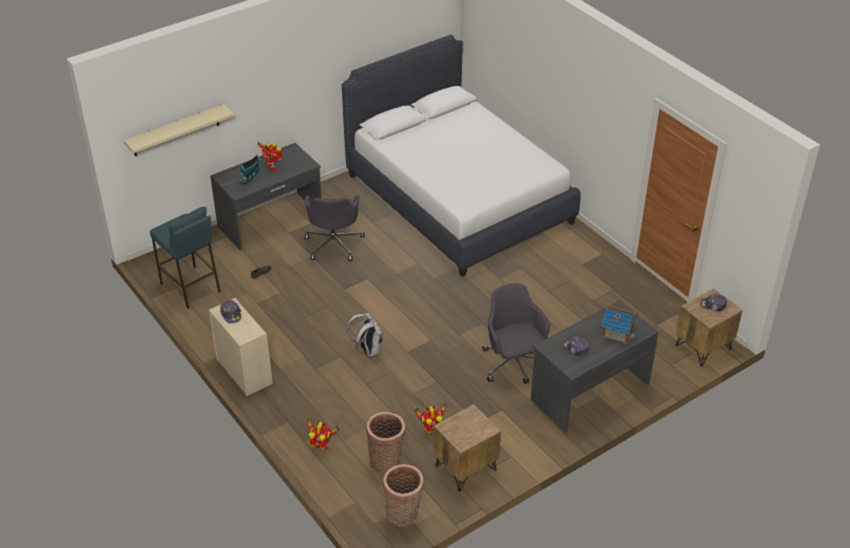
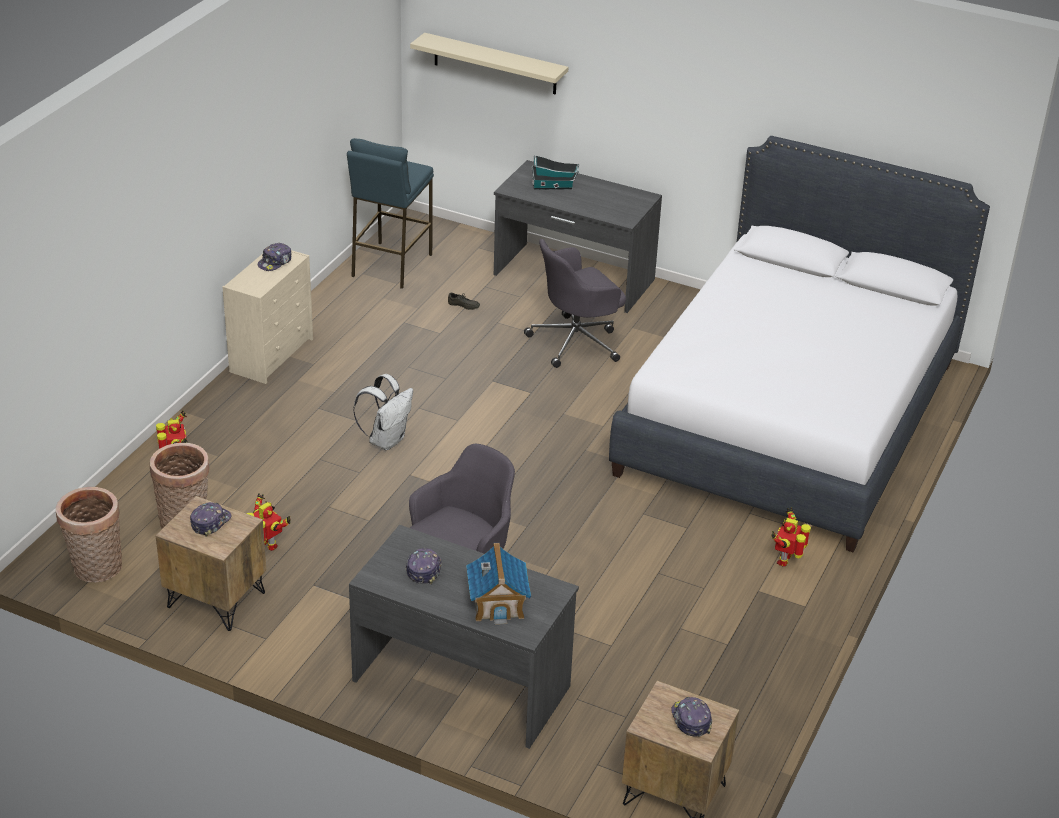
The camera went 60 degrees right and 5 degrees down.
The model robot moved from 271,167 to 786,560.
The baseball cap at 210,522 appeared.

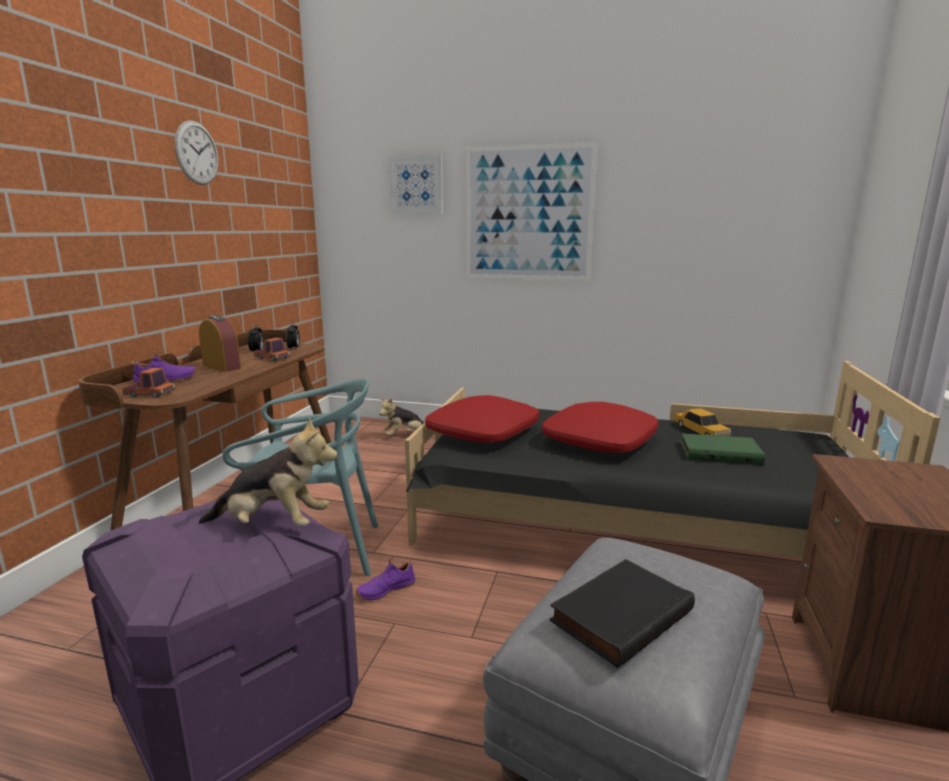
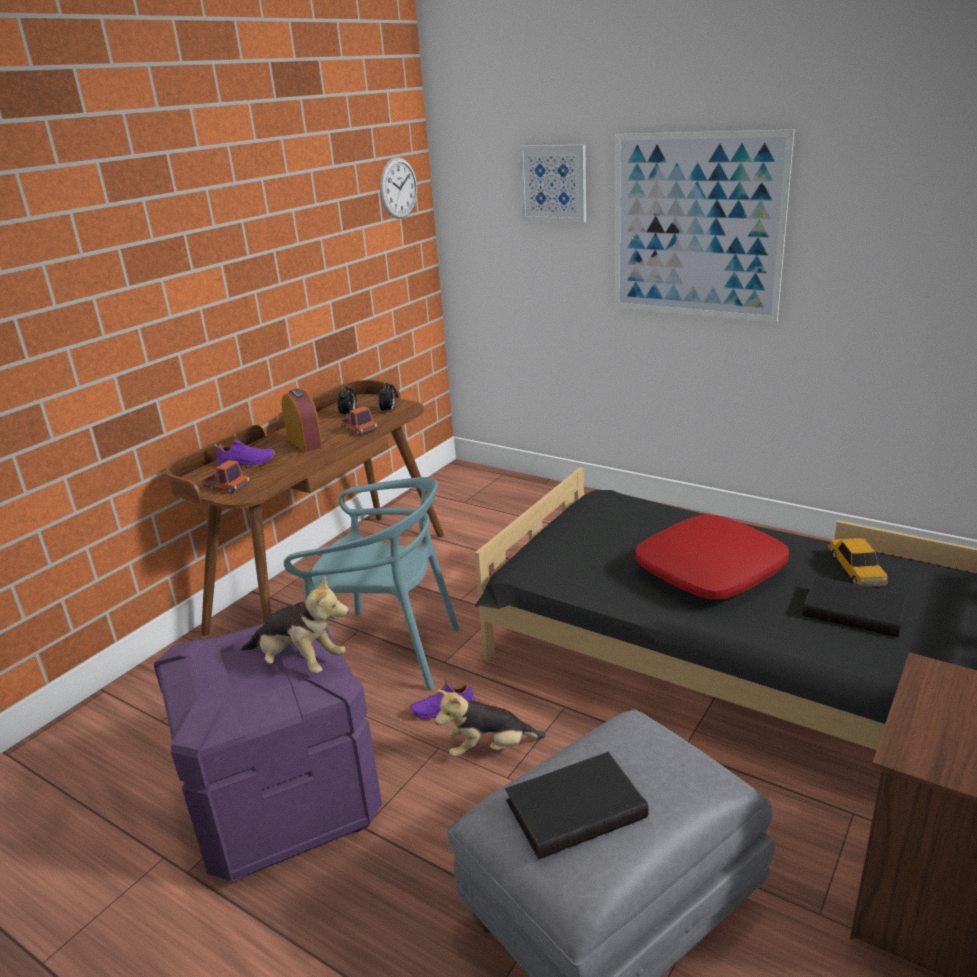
The camera went 20 degrees right and 10 degrees up.
The clock on the wall moved from 197,153 to 398,188.
The cuddly toy moved from 404,435 to 489,749.
The throw pillow (red) at 483,432 disappeared.
The book (green) at 720,453 became the book (black-coloured) at 854,610.

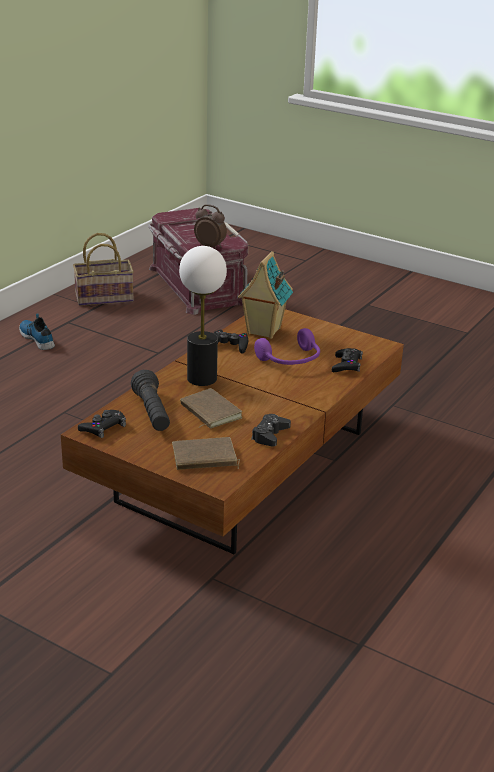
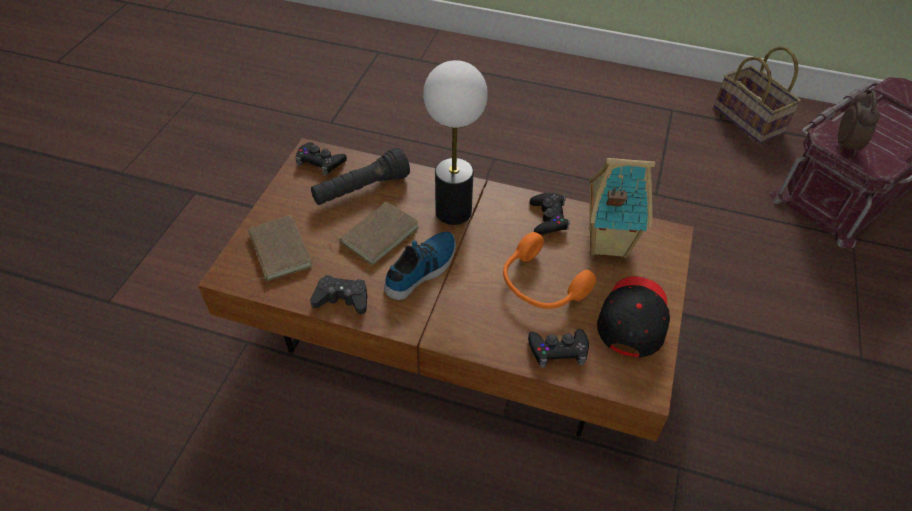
The camera went 75 degrees right and 20 degrees up.
The low shoe moved from 38,338 to 422,269.
The headset (purplish) at 291,360 became the headset (orange) at 540,285.
The baseball cap (black-coloured) at 633,318 appeared.

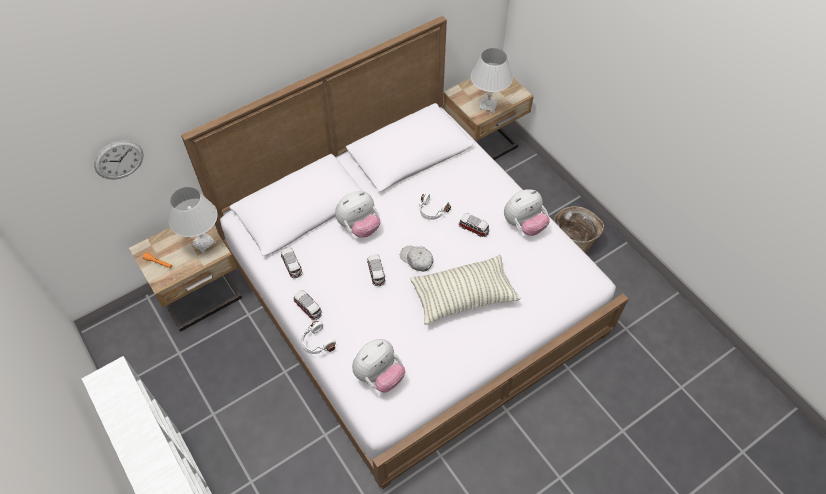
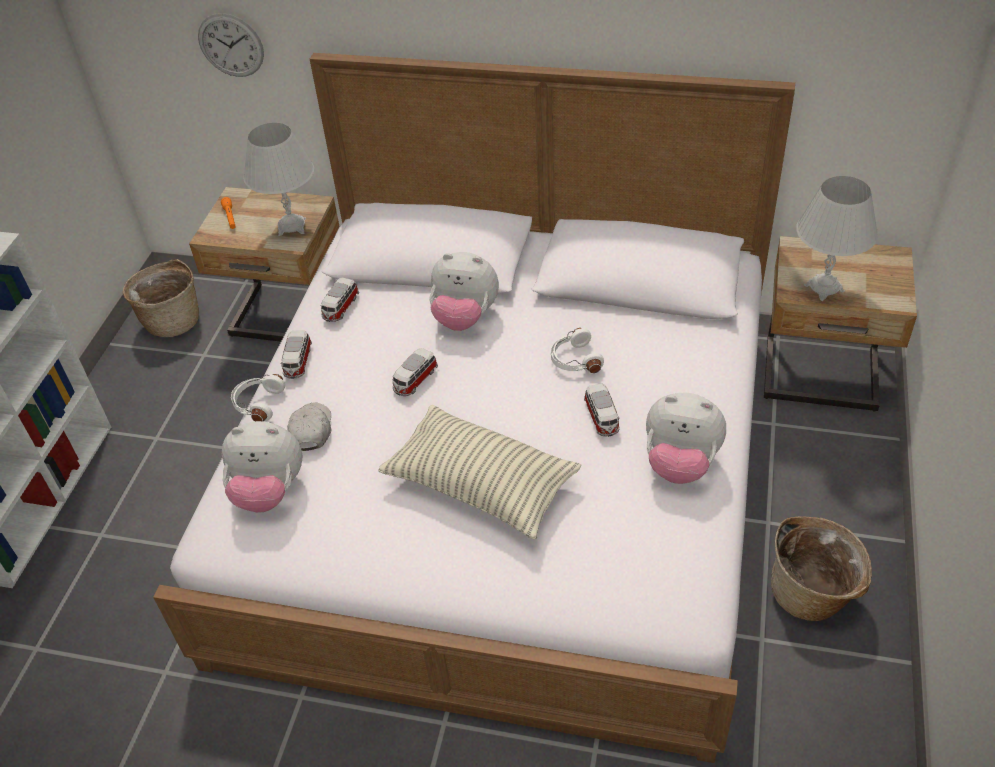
The camera went 50 degrees right and 10 degrees down.
The baseball cap (white-coloured) moved from 416,260 to 311,430.
The storage basket at 172,320 appeared.

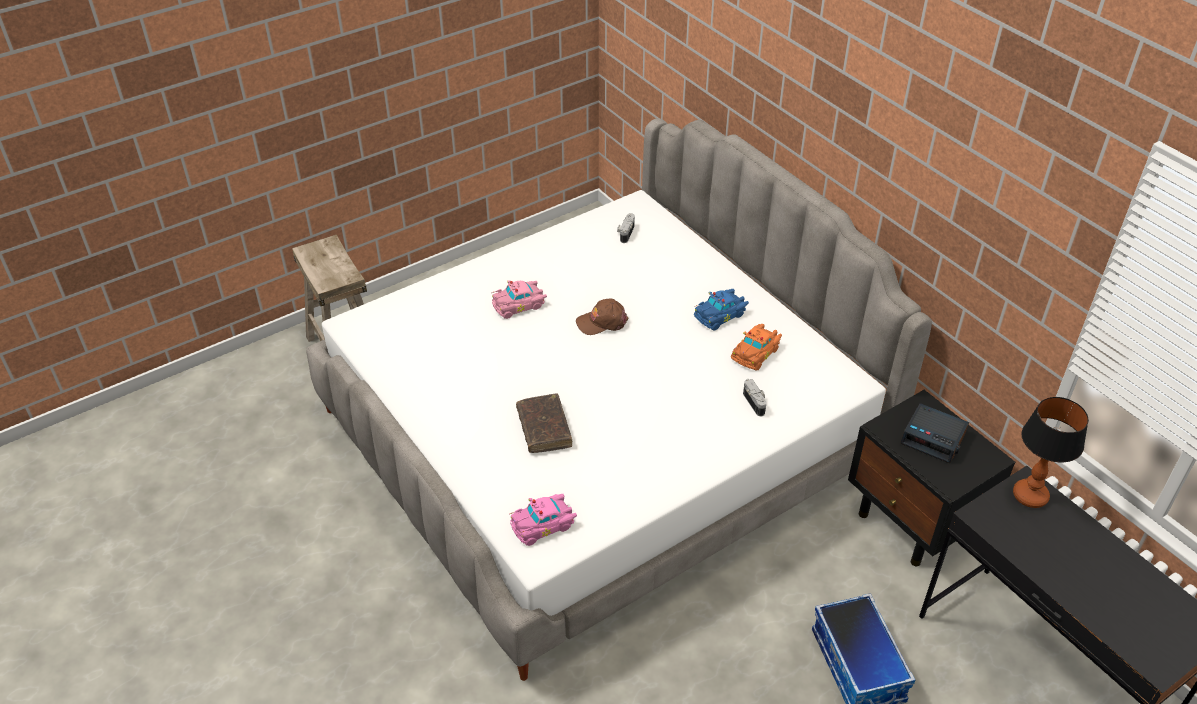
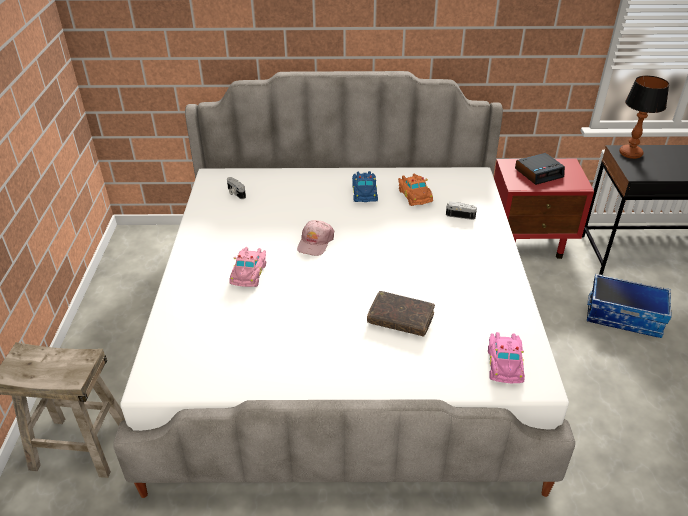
The camera went 55 degrees left and 5 degrees down.
The baseball cap (brownish) at 602,322 became the baseball cap (pink-coloured) at 315,242.
The nightstand (black-coloured) at 914,523 became the nightstand (red) at 530,242.

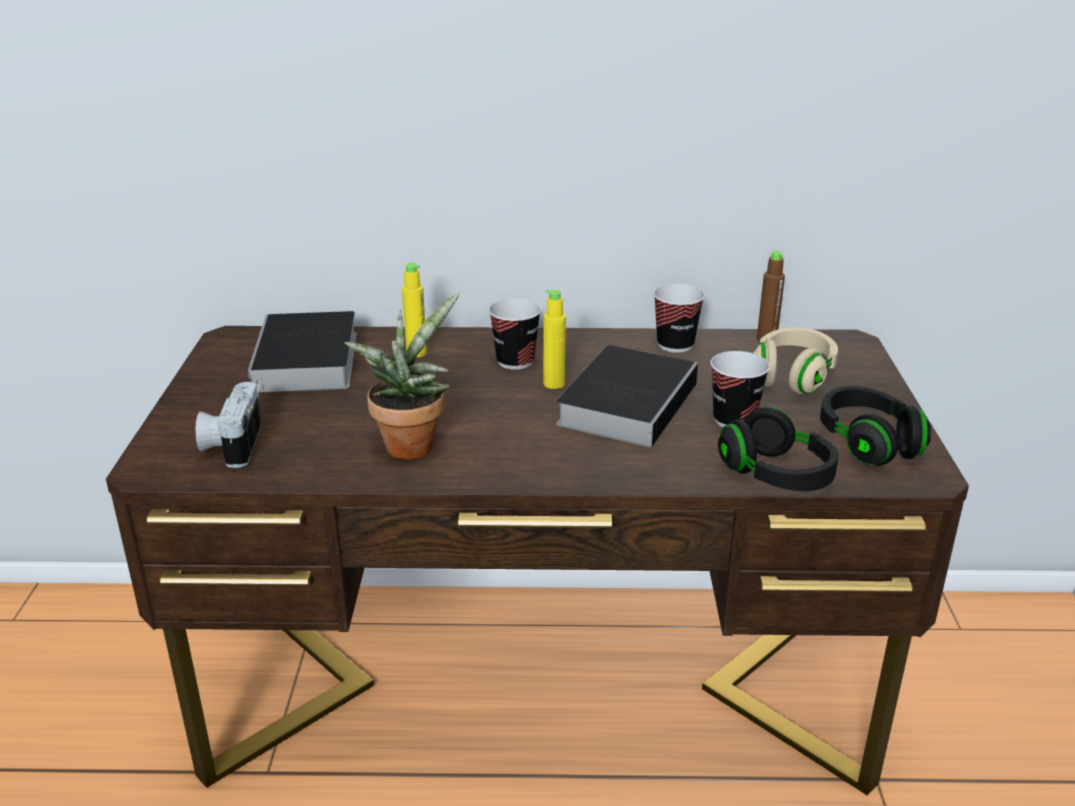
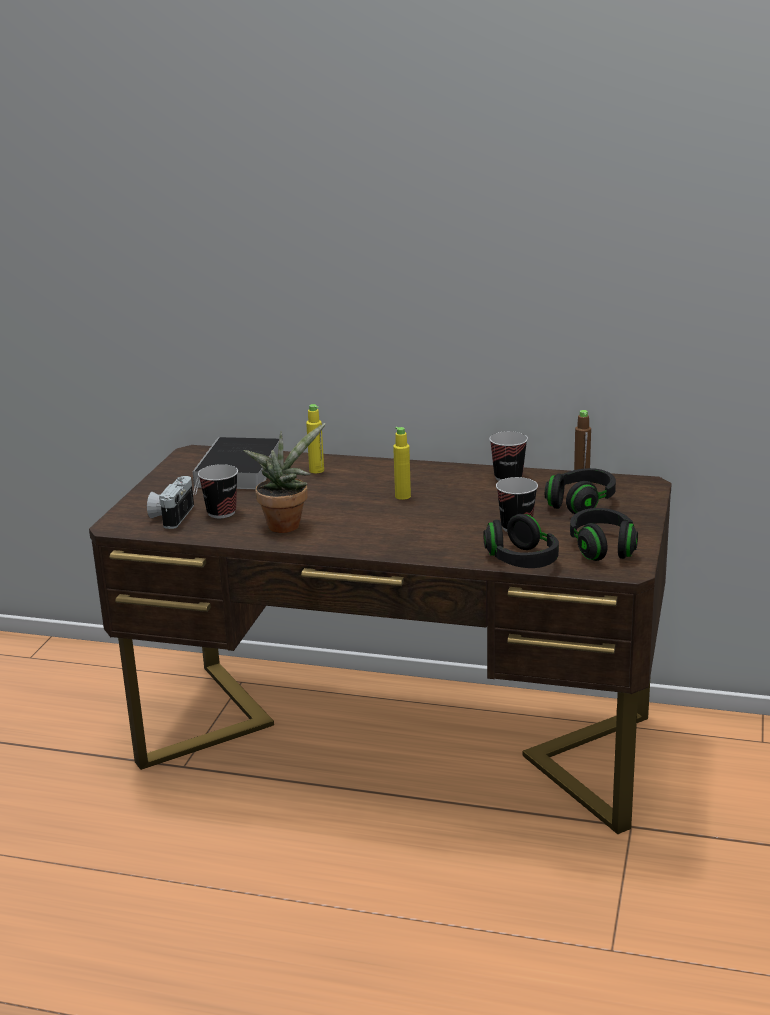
The camera went 15 degrees right and 5 degrees down.
The small cup moved from 515,361 to 221,512.
The book at 628,401 disappeared.
The headset (beige-coloured) at 792,376 became the headset (black-coloured) at 581,504.

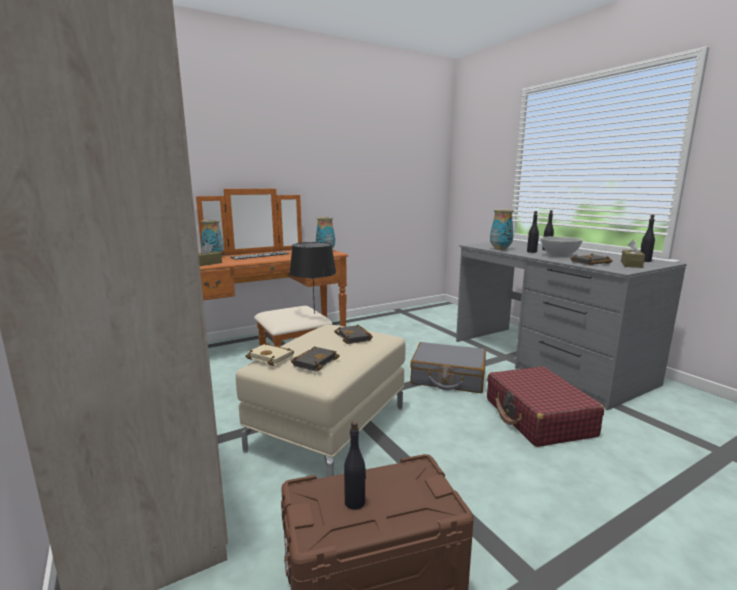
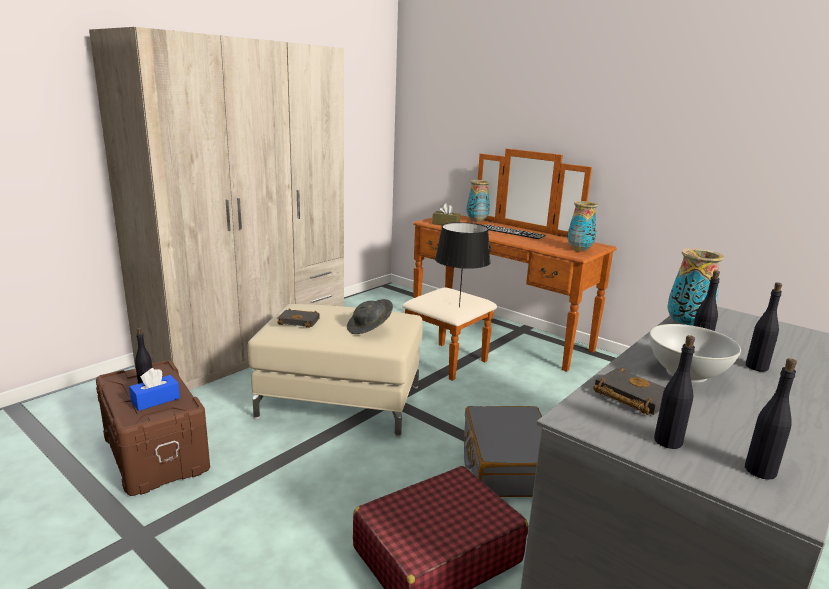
The camera went 70 degrees right and 5 degrees up.
The book (beige-coloured) at 272,357 disappeared.
The book (black-coloured) at 355,337 was replaced by the hat (greyish) at 369,328.
The tissue holder (brownish) at 631,264 was replaced by the drink bottle (black-coloured) at 667,441.
The tissue holder (bluish) at 155,400 appeared.

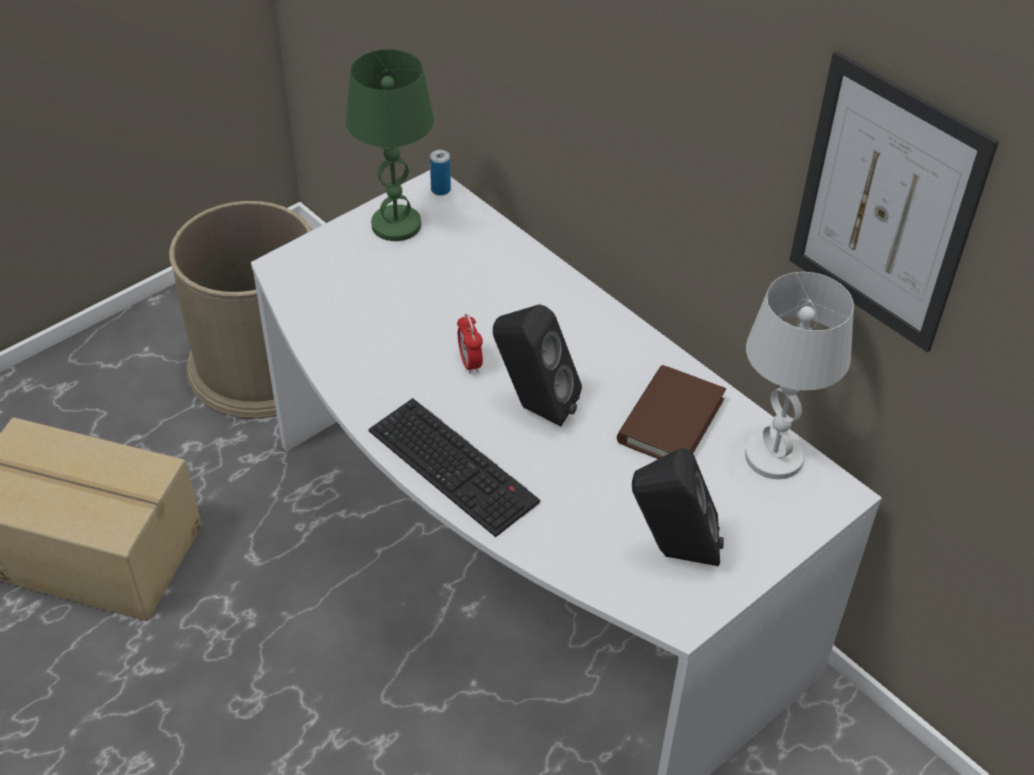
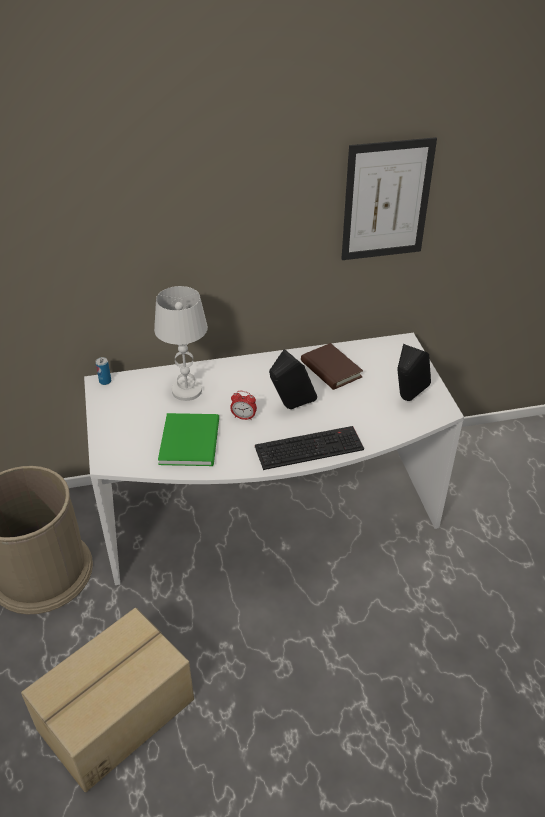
The camera went 60 degrees left and 5 degrees down.
The lamp for a table (green) at 396,224 disappeared.
The lamp for a table (white-coloured) moved from 773,456 to 186,391.
The book (green) at 191,439 appeared.

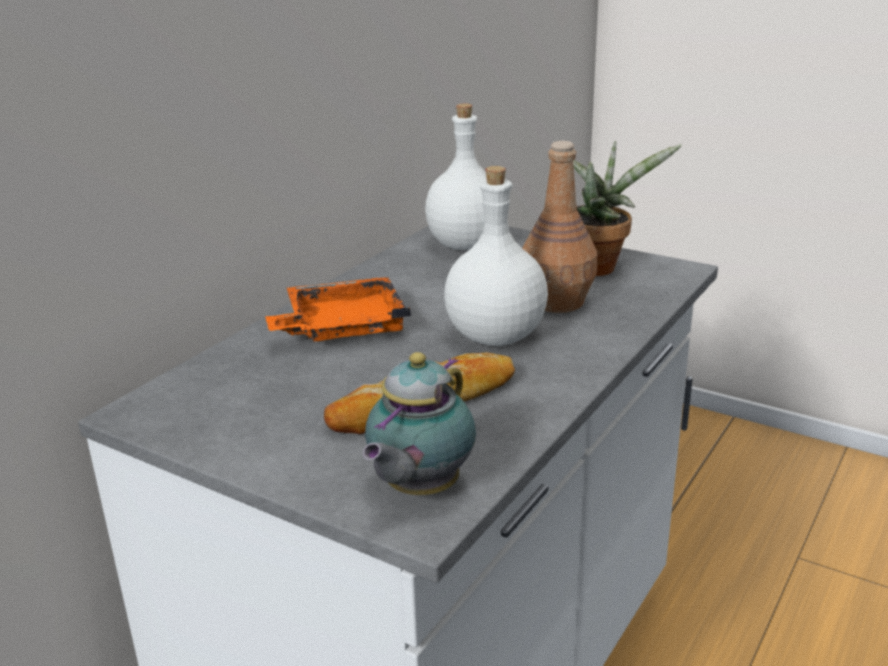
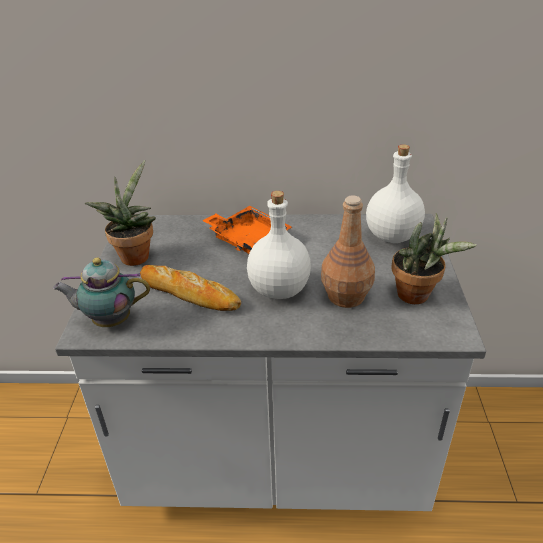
The camera went 60 degrees right and 10 degrees up.
The potted plant at 134,255 appeared.

